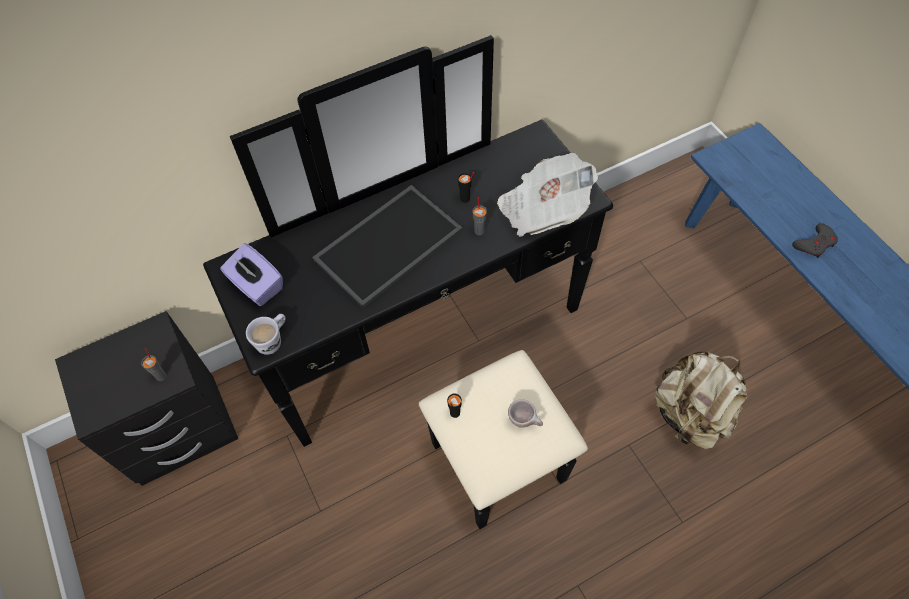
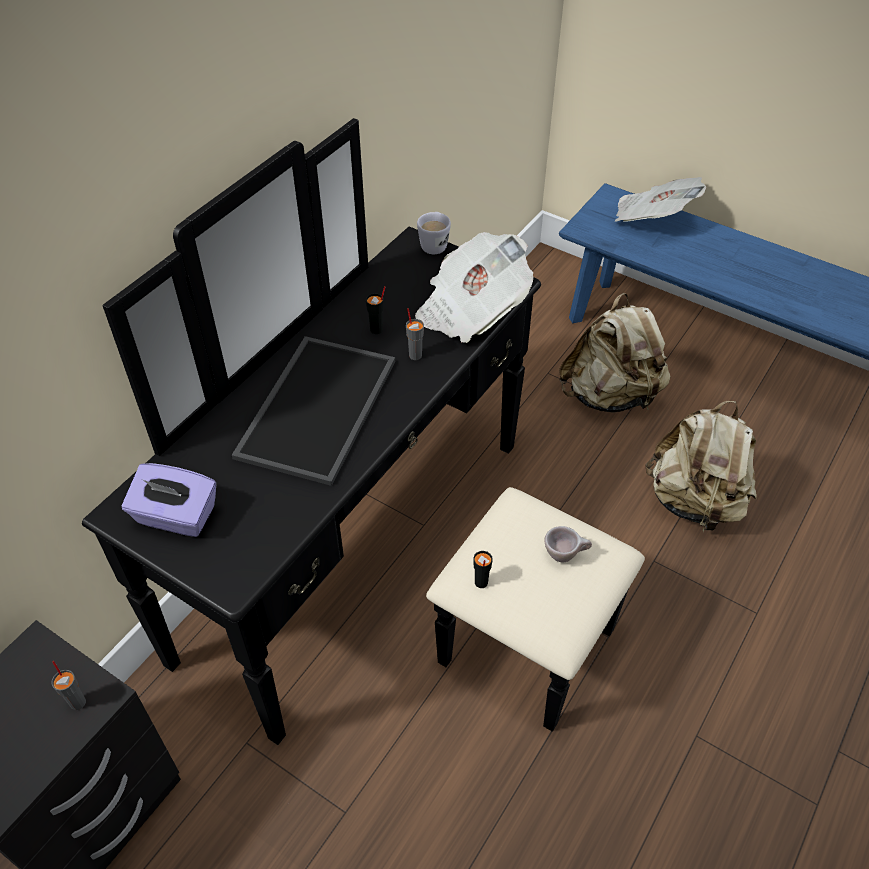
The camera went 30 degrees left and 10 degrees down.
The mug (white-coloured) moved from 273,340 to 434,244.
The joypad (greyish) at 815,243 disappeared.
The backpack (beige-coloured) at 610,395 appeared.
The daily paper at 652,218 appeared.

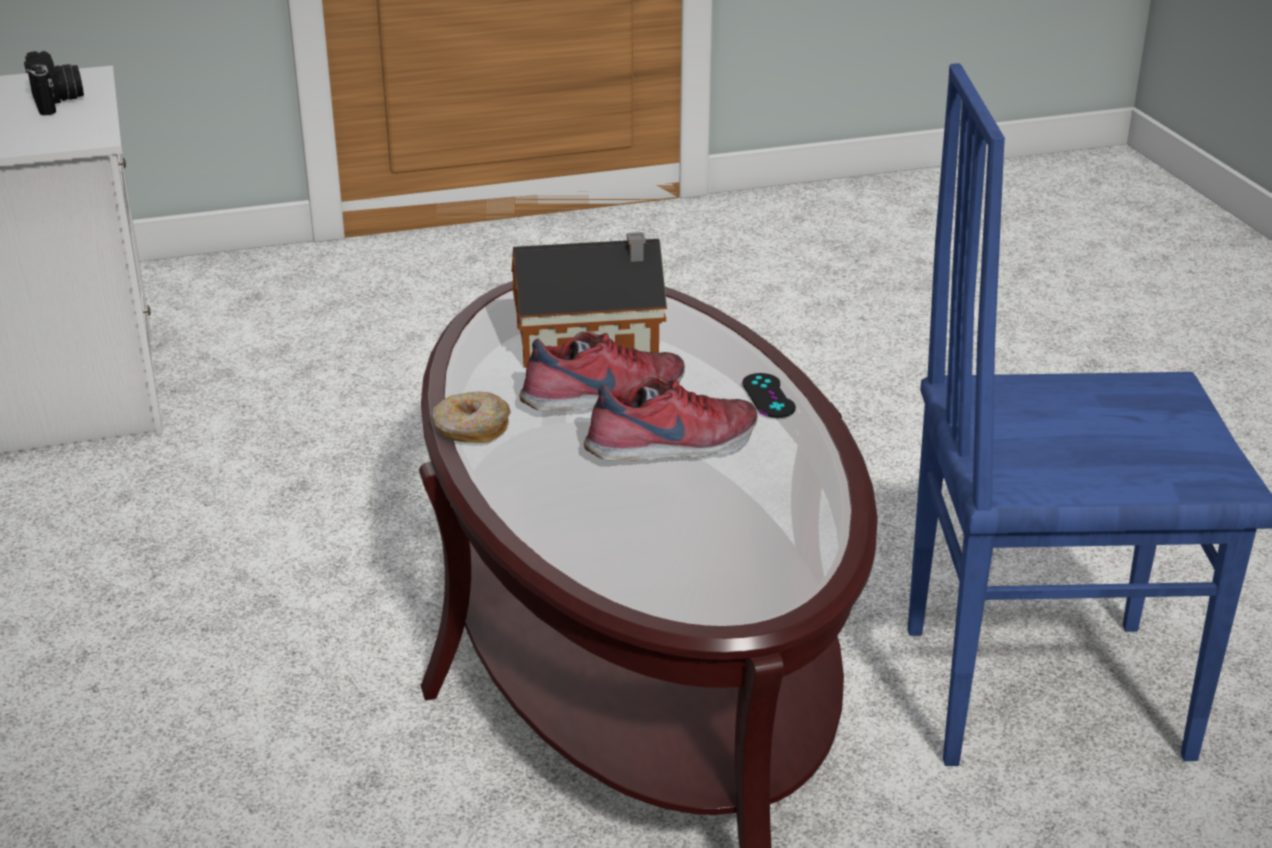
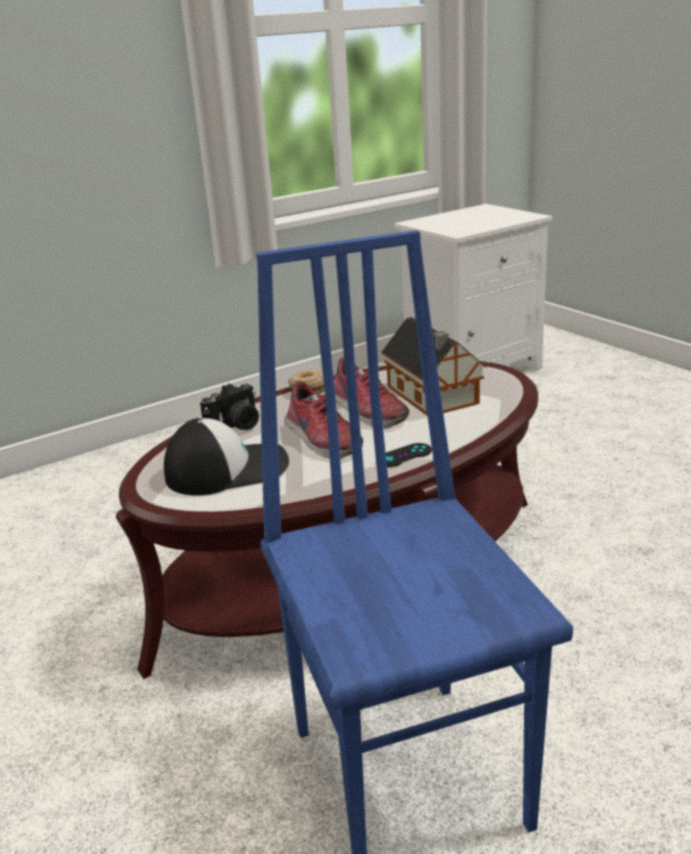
The camera went 75 degrees right and 5 degrees down.
The still camera moved from 57,101 to 236,426.
The baseball cap at 227,469 appeared.

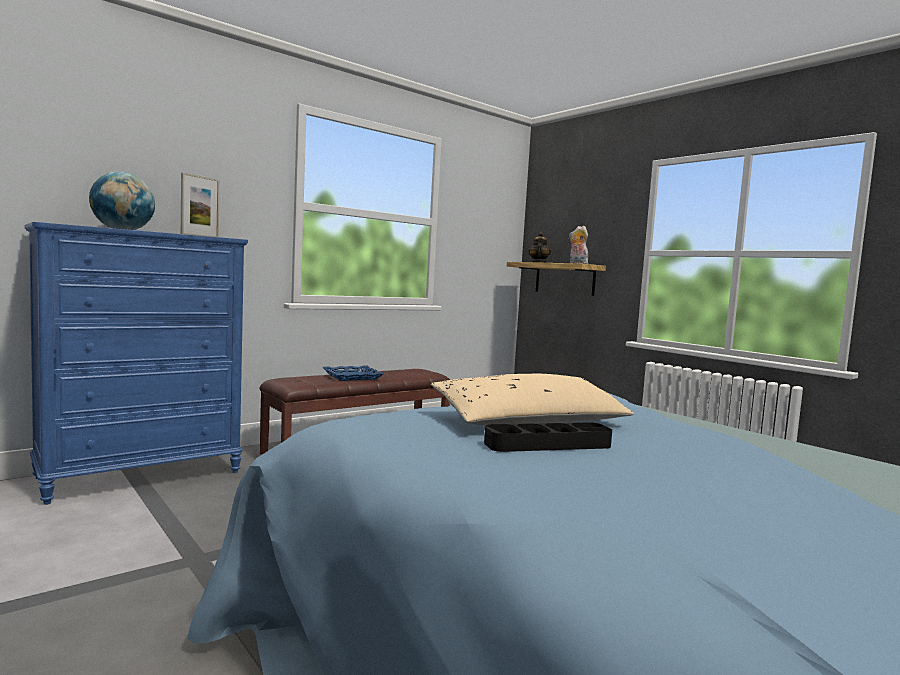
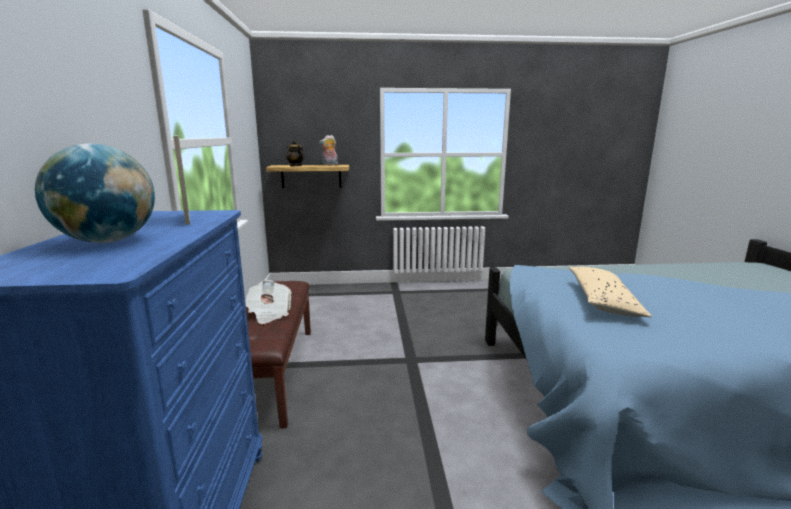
The camera went 55 degrees left and 10 degrees up.
The carrying tray (bluish) at 352,377 was replaced by the daily paper at 269,313.
The carrying tray (black-coloured) at 548,444 disappeared.

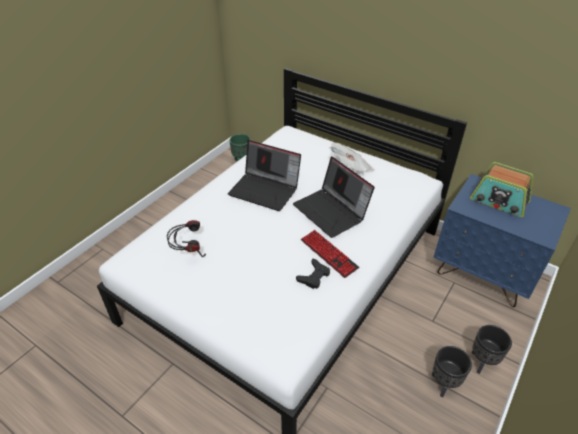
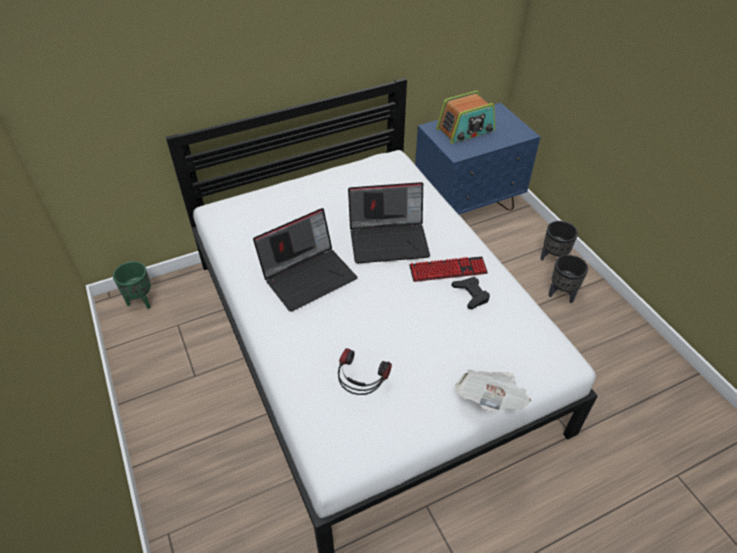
The camera went 60 degrees left and 5 degrees up.
The daily paper moved from 351,168 to 491,399.

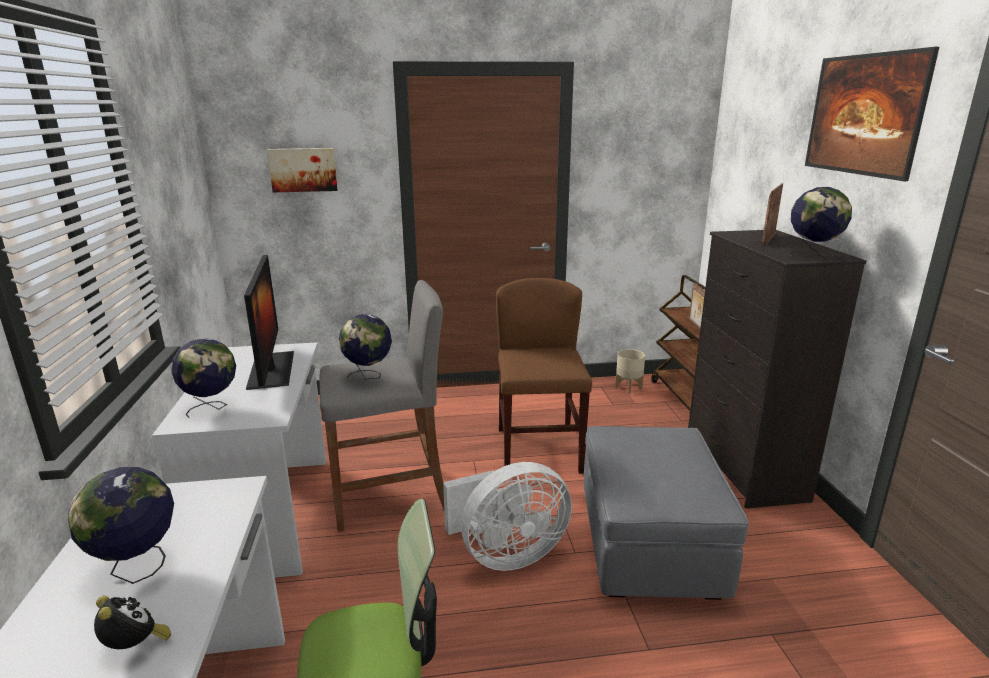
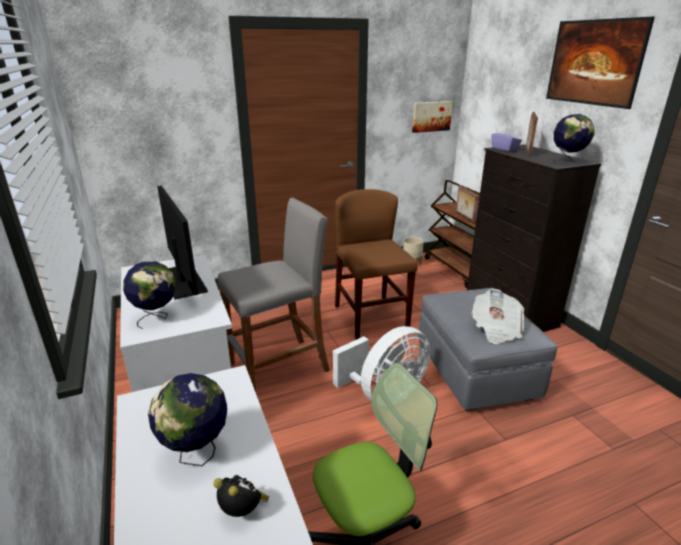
The camera went 15 degrees left and 5 degrees up.
The picture moved from 303,169 to 431,116.
The desk globe at 368,376 disappeared.
The daily paper at 495,329 appeared.
The tissue holder (purplish) at 504,149 appeared.

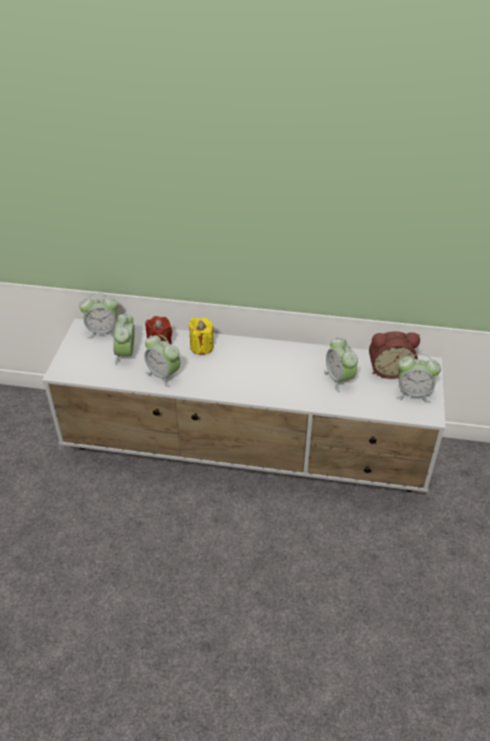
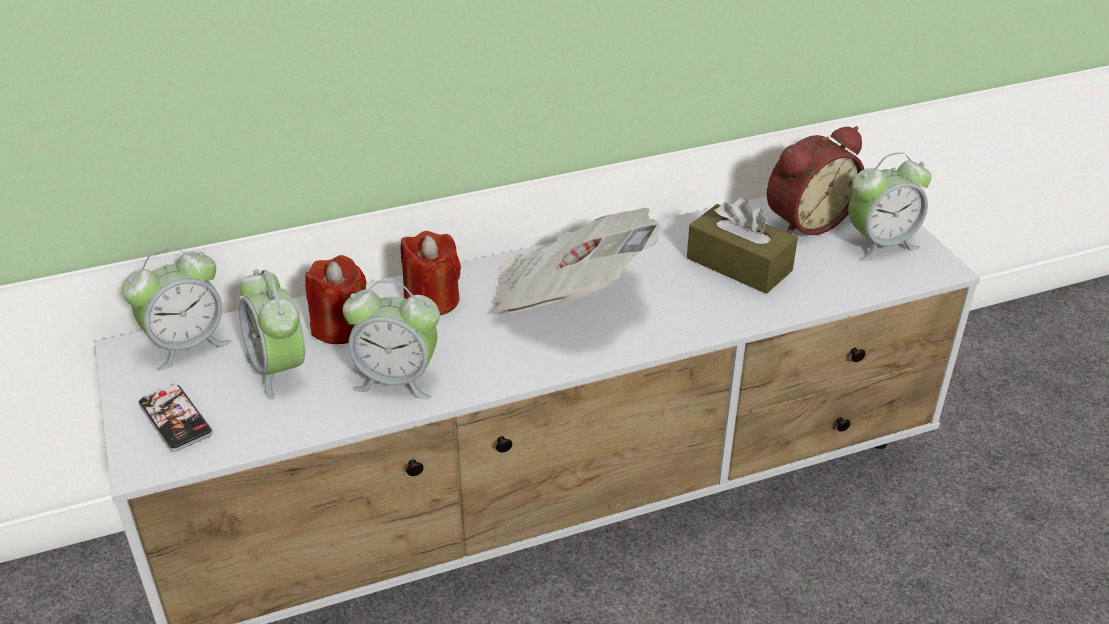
The camera went 30 degrees left and 5 degrees down.
The candle (yellow) at 202,347 became the candle (red) at 432,300.
The table clock at 339,379 was replaced by the tissue holder (brownish) at 739,264.
The phone at 175,419 appeared.
The daily paper at 568,297 appeared.

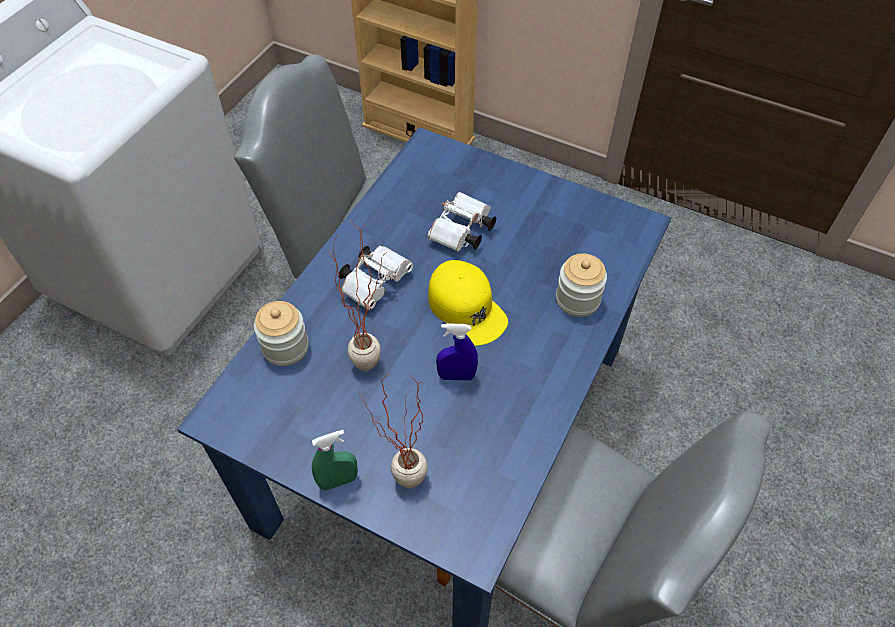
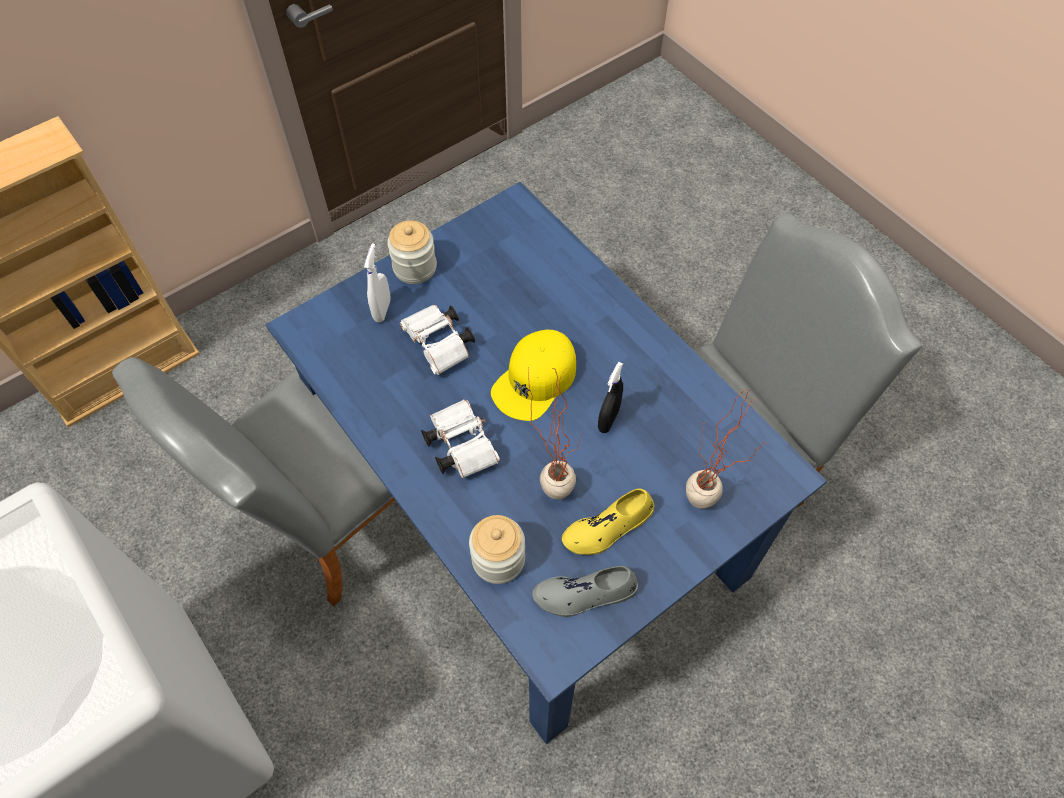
The camera went 65 degrees left and 5 degrees up.
The sprayer (green) at 338,481 disappeared.
The baseball cap (yellow) at 466,308 turned 135 degrees clockwise.
The sprayer (bluish) at 456,376 became the sprayer (black-coloured) at 608,420.
The storage jar moved from 577,300 to 415,267.
The sprayer (white-coloured) at 382,310 appeared.
The low shoe (greyish) at 585,594 appeared.
The low shoe (yellow) at 608,527 appeared.

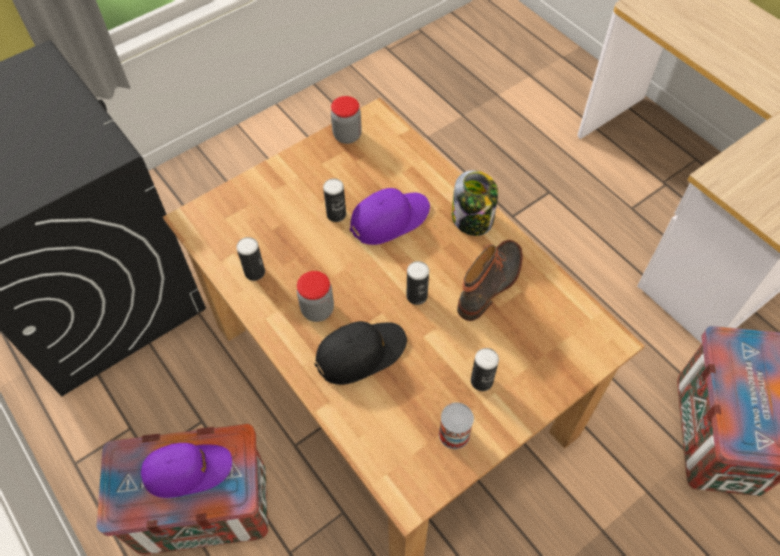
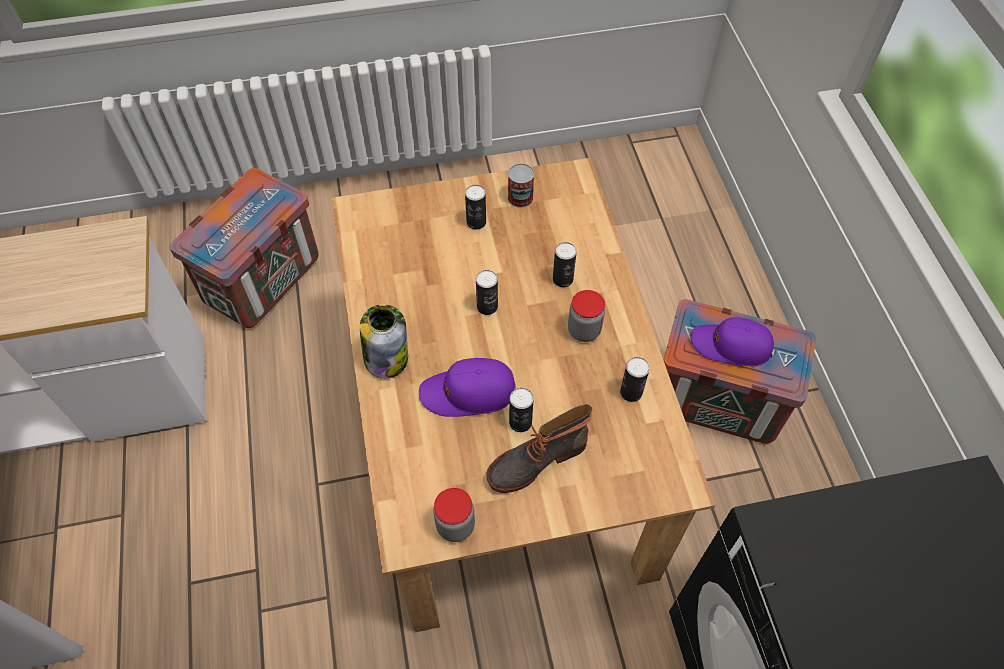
The camera went 155 degrees left and 0 degrees up.
The baseball cap (black-coloured) at 361,353 was replaced by the sealed can at 562,279.
The high-top boot moved from 491,284 to 535,459.

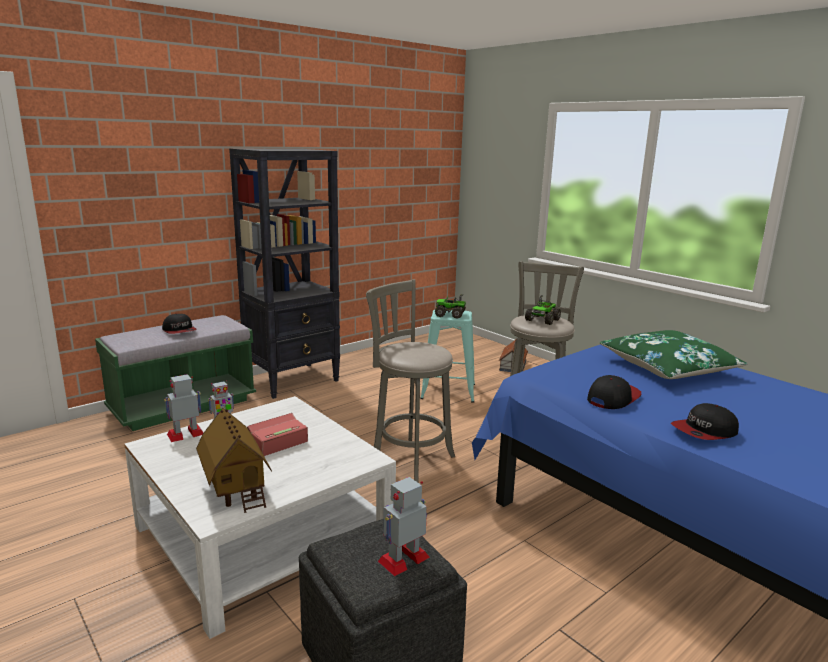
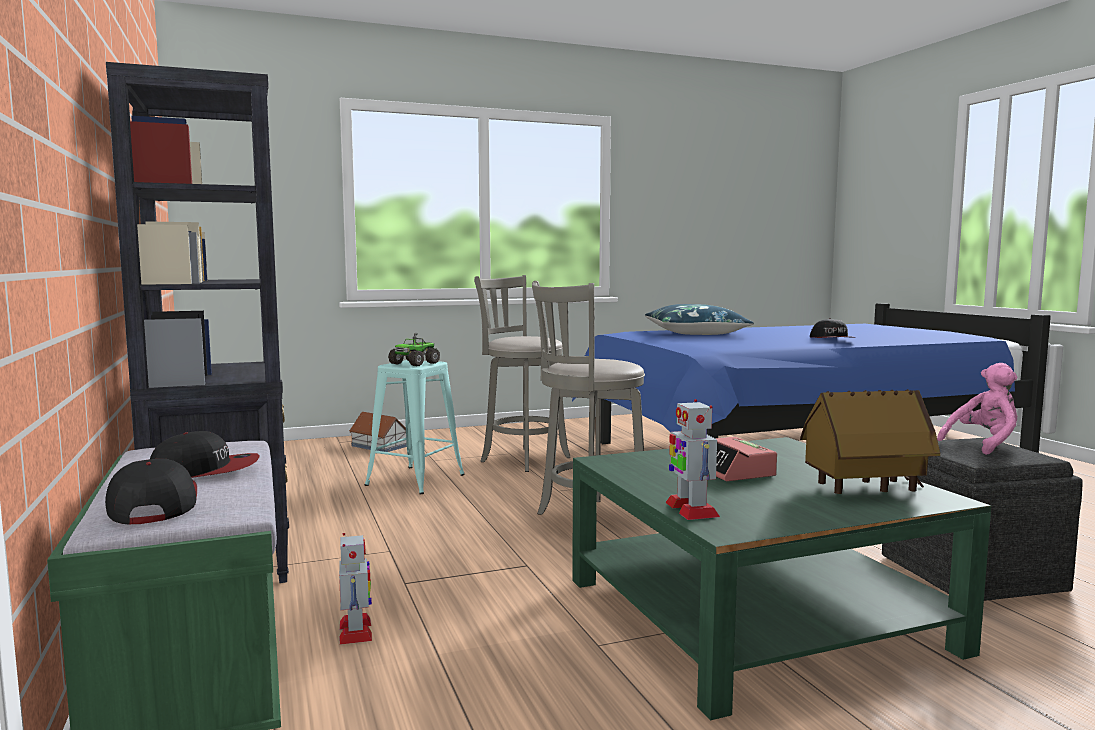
The camera went 70 degrees left and 10 degrees down.
The coffee table (white-coloured) at 262,535 became the coffee table (green) at 754,614.
The model robot at 404,559 was replaced by the cuddly toy (pink-coloured) at 984,444.
The toy truck at 542,320 disappeared.
The baseball cap moved from 613,398 to 152,504.
The throw pillow (green) at 668,367 became the throw pillow (bluish) at 696,333.

